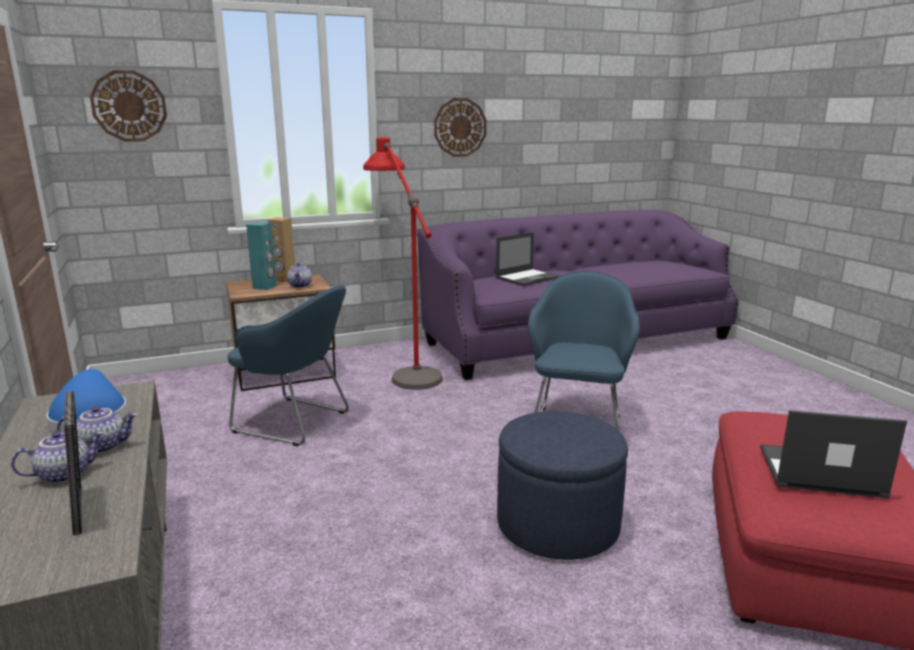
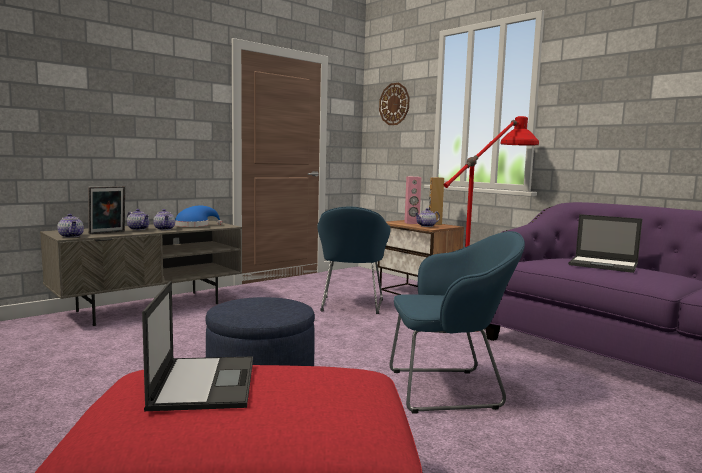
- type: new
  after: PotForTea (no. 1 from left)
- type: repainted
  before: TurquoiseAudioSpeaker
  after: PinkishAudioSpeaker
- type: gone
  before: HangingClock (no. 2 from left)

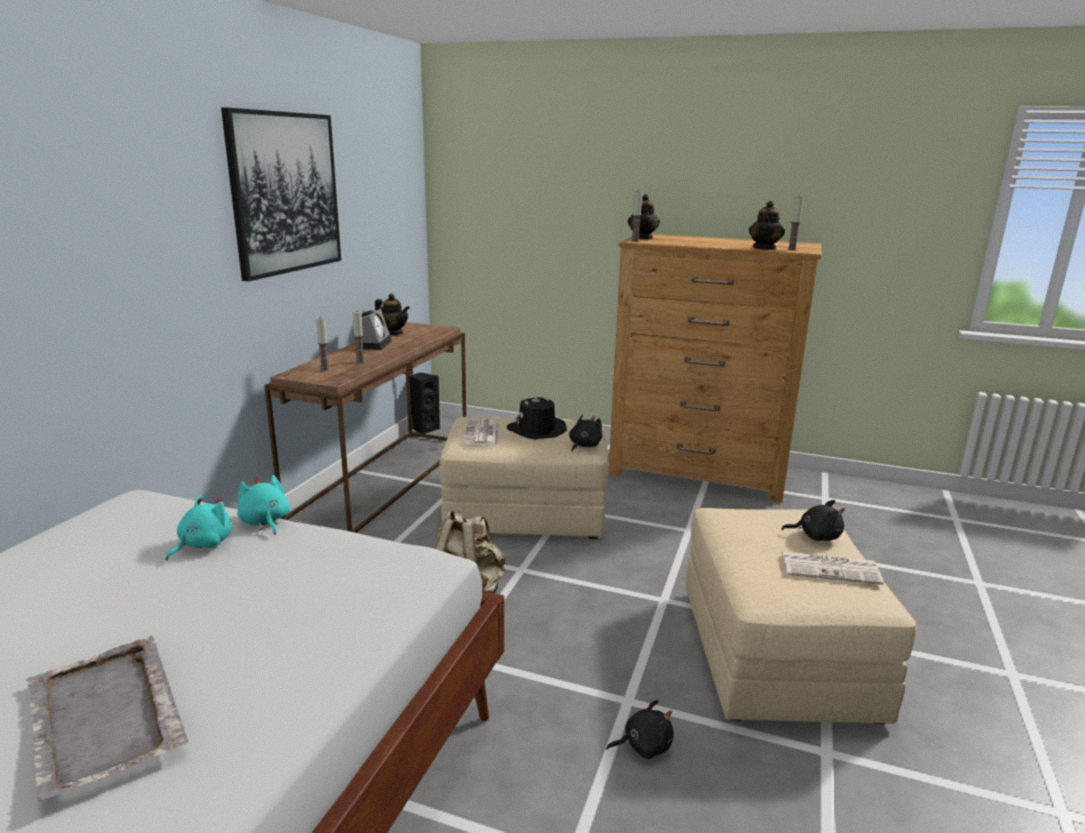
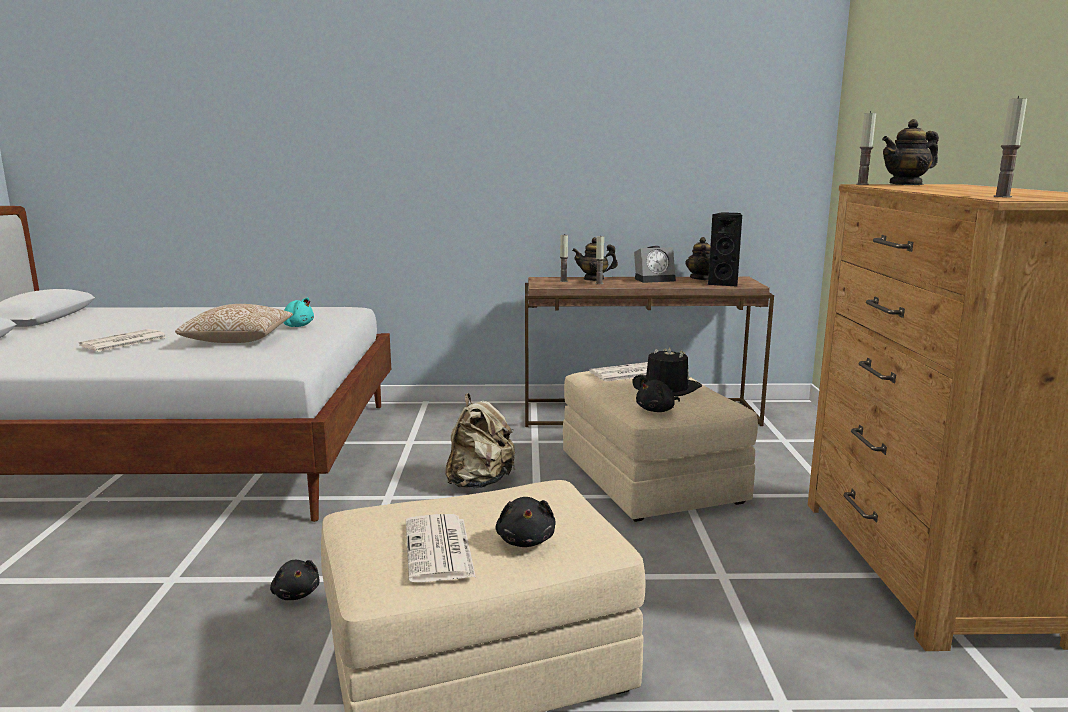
- type: swapped
  before: GreyishCarryingTray
  after: DailyPaper (no. 1 from left)
- type: new
  after: Pillow
- type: shifted
  before: PotForTea (no. 3 from left in the first image)
  after: PotForTea (no. 1 from left)
- type: rotated
  before: BlackColouredCuddlyToy (no. 1 from left in the first image)
  turn: 135
- type: shifted
  before: BlackColouredAudioSpeaker
- type: gone
  before: WallArt
- type: gone
  before: TurquoiseCuddlyToy (no. 2 from left)

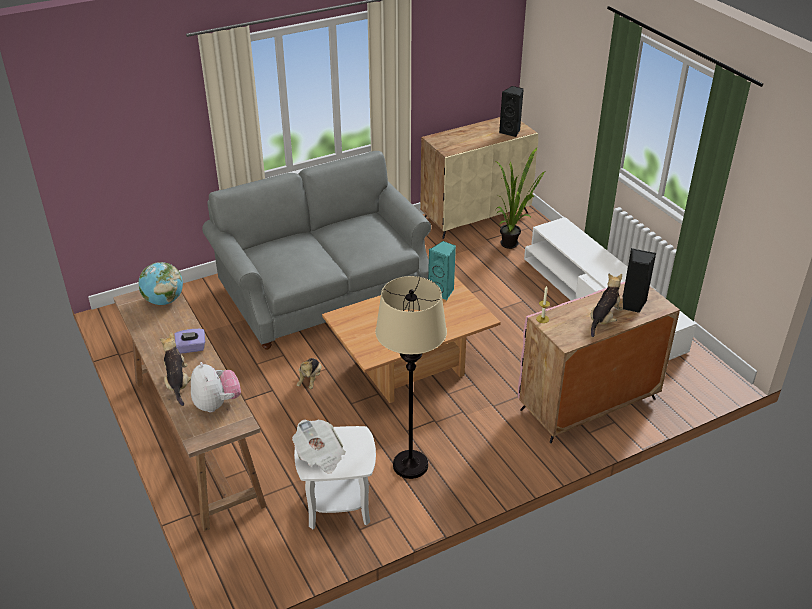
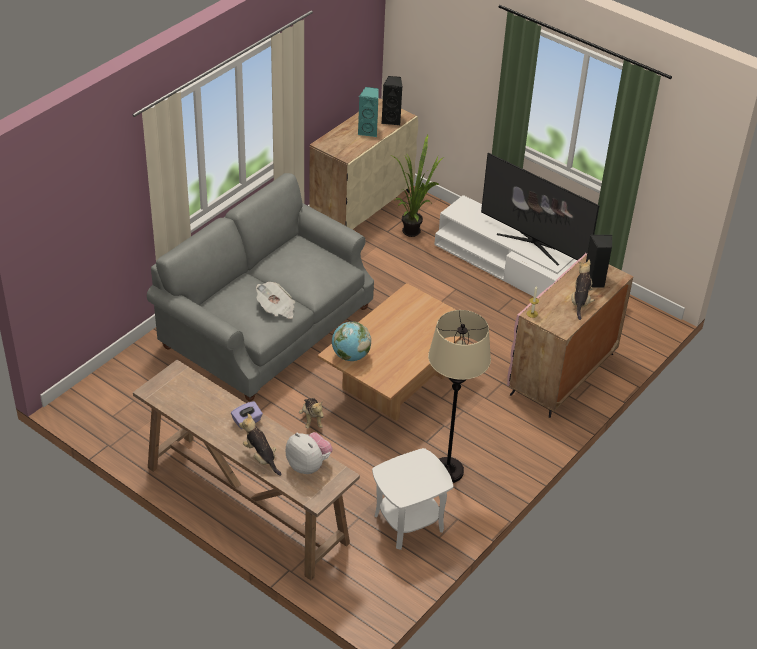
- type: shifted
  before: DailyPaper
- type: shifted
  before: Globe
- type: shifted
  before: TurquoiseAudioSpeaker
- type: new
  after: TvSet

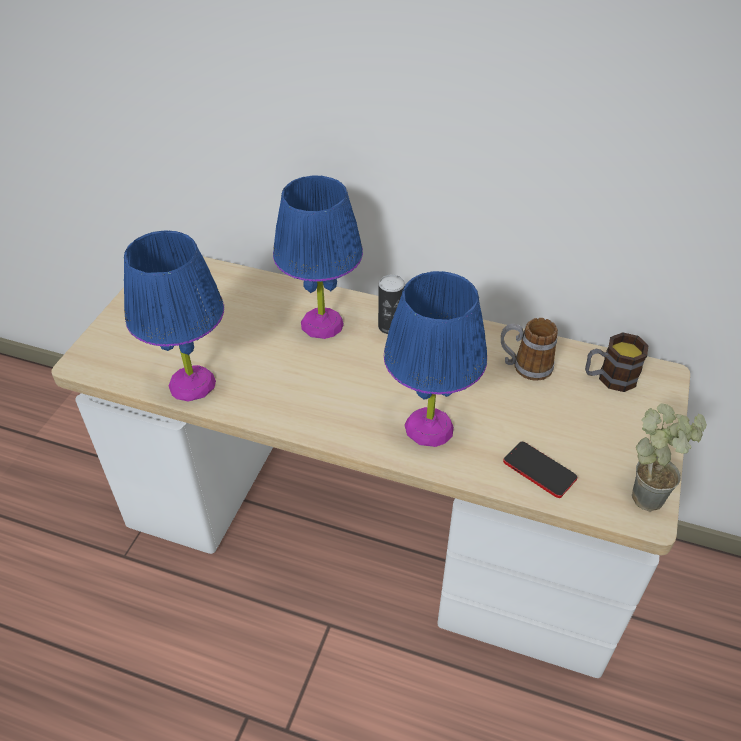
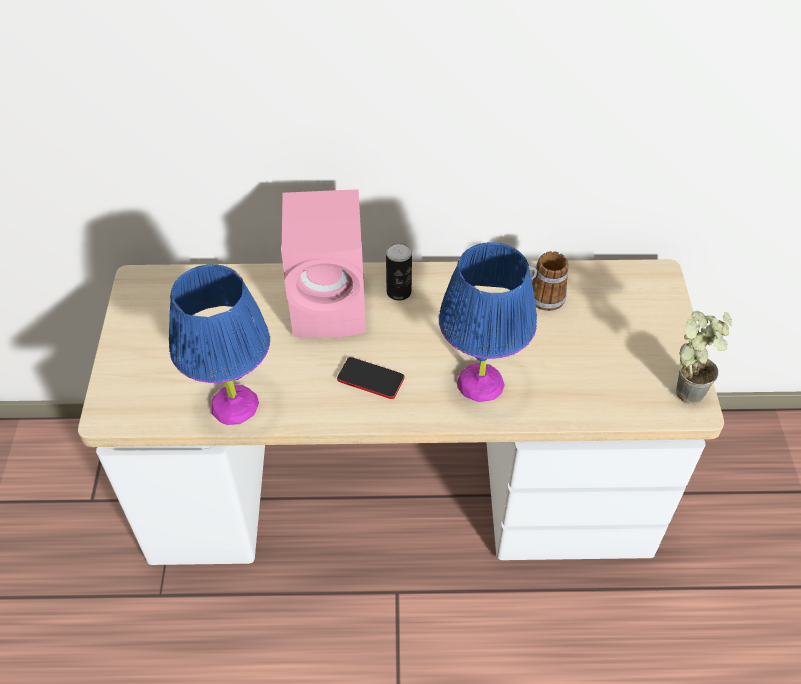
- type: swapped
  before: BlueTableLamp (no. 2 from left)
  after: PinkishAudioSpeaker
- type: shifted
  before: Telephone
- type: gone
  before: TeaMug (no. 2 from left)

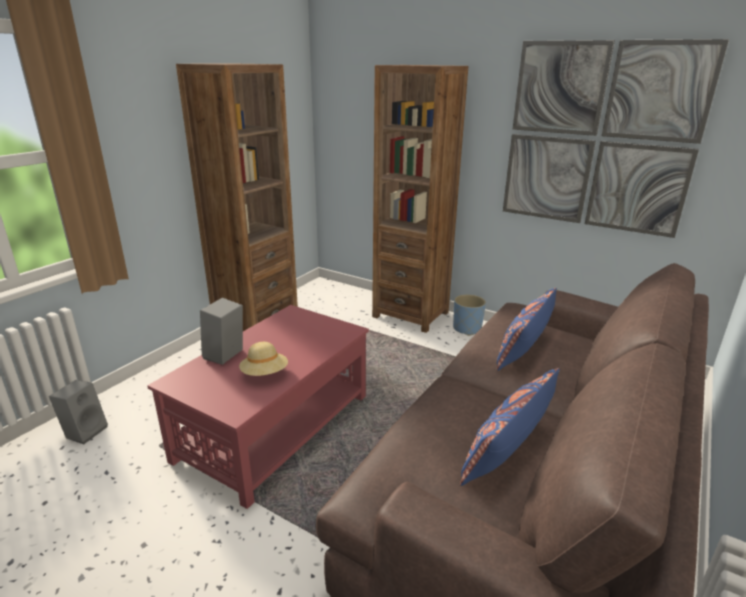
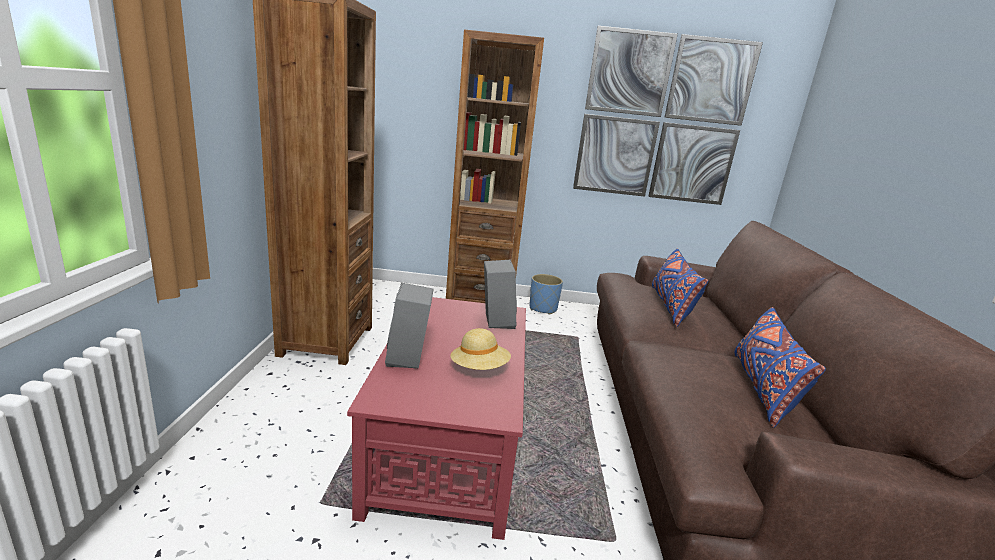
- type: shifted
  before: GreyishAudioSpeaker (no. 1 from left in the first image)
  after: GreyishAudioSpeaker (no. 2 from left)

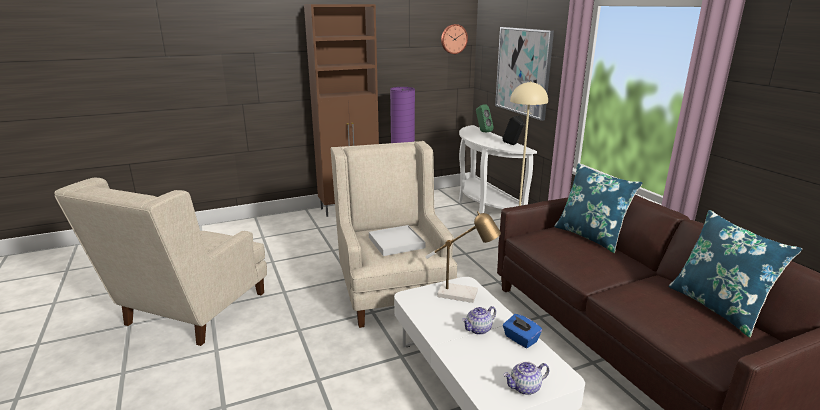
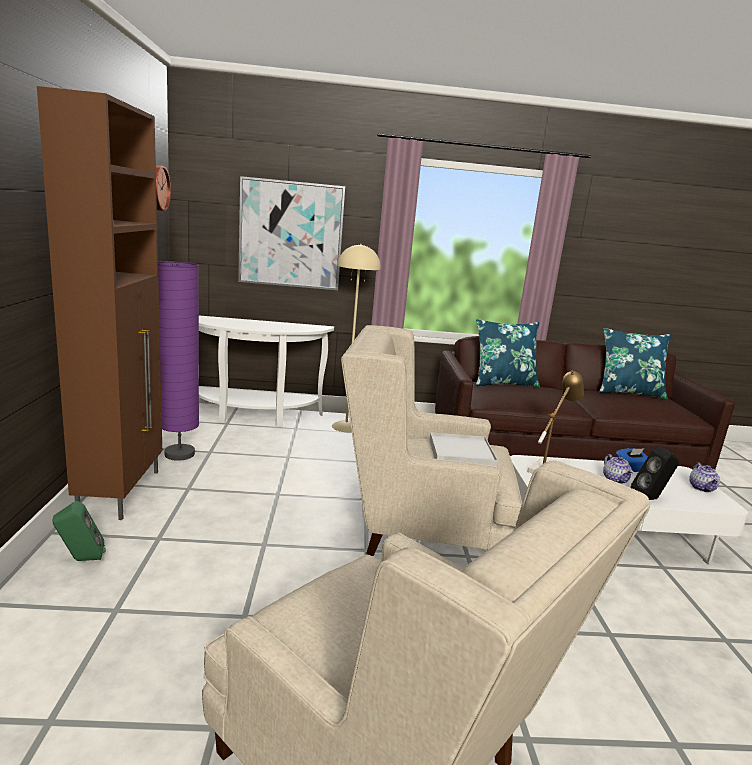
- type: shifted
  before: GreenColouredAudioSpeaker
- type: shifted
  before: BlackColouredAudioSpeaker

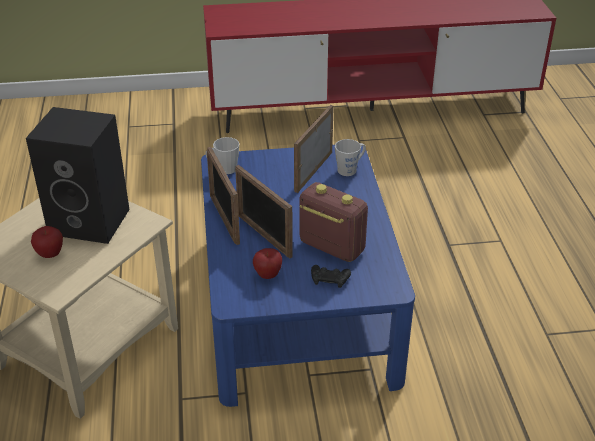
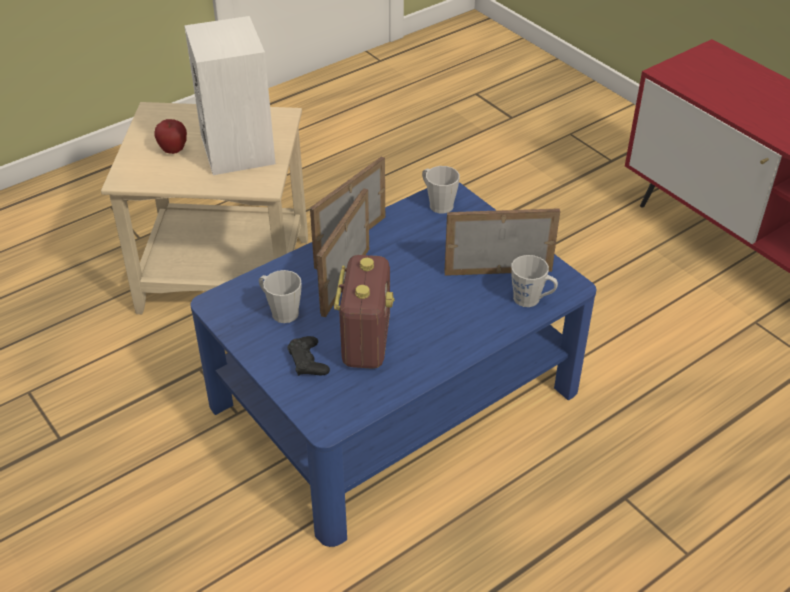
- type: repainted
  before: BlackColouredAudioSpeaker
  after: WhitishAudioSpeaker
- type: swapped
  before: AppleFruit (no. 2 from left)
  after: GreyishTeaMug (no. 1 from left)

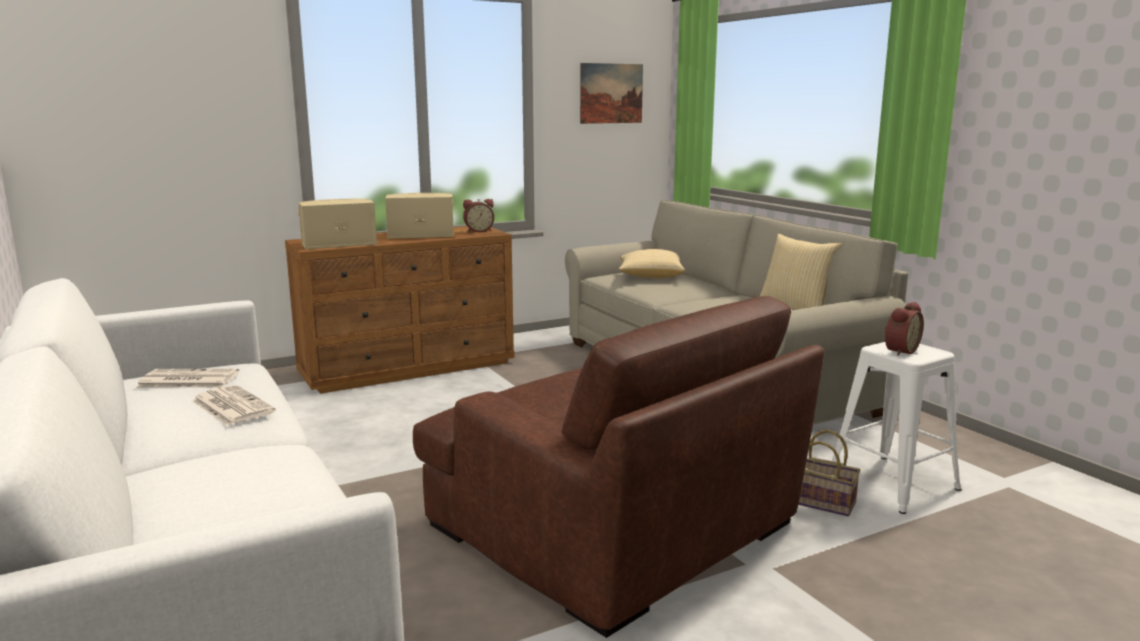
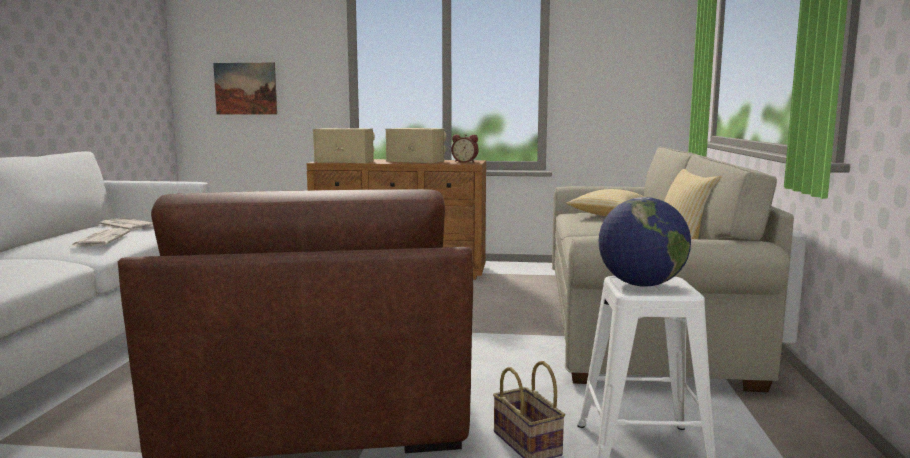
- type: shifted
  before: WallArt
- type: swapped
  before: TableClock (no. 2 from left)
  after: Globe

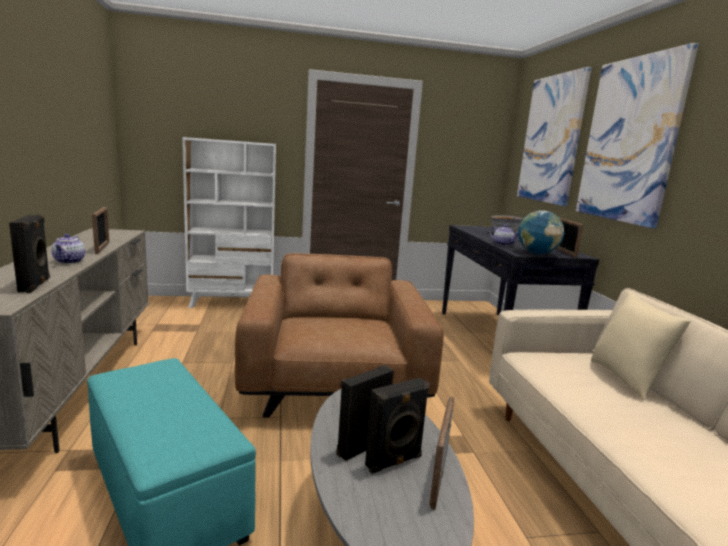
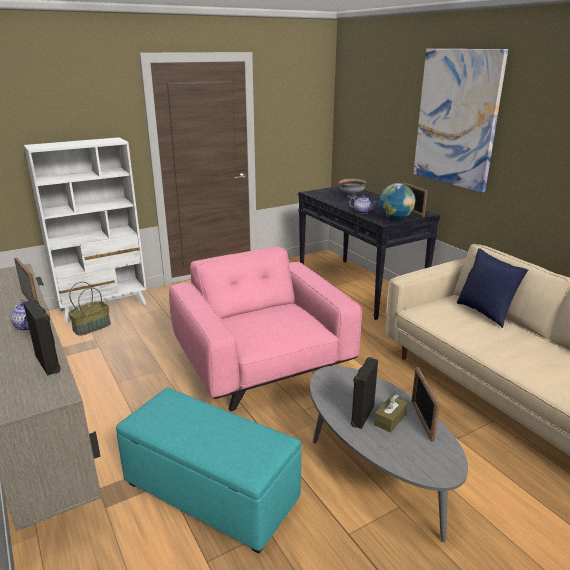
- type: new
  after: HouseholdBasket
- type: repainted
  before: BrownArmchair
  after: PinkishArmchair
- type: swapped
  before: BlackColouredAudioSpeaker (no. 3 from left)
  after: BrownBoxOfTissues
- type: repainted
  before: BeigeColouredPillow
  after: BluePillow
- type: gone
  before: WallArt (no. 1 from left)

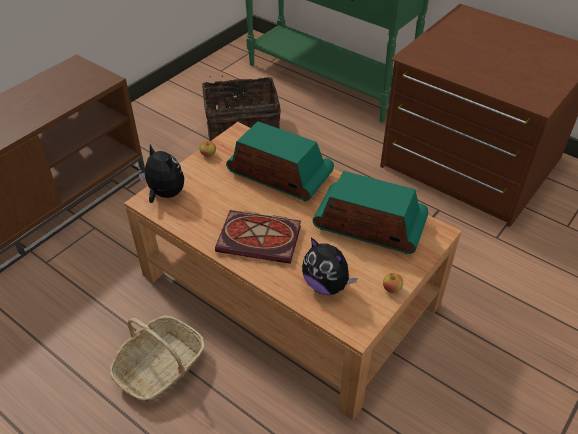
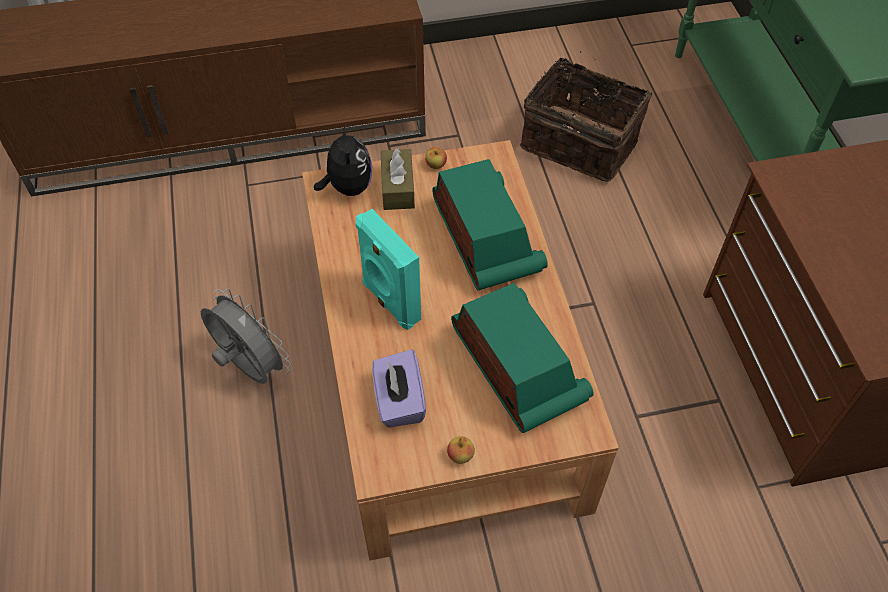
- type: swapped
  before: HouseholdBasket (no. 1 from left)
  after: GreyishElectricFan
- type: swapped
  before: Book
  after: TurquoiseAudioSpeaker
- type: swapped
  before: CuddlyToy (no. 2 from left)
  after: PurpleBoxOfTissues
- type: new
  after: BrownBoxOfTissues

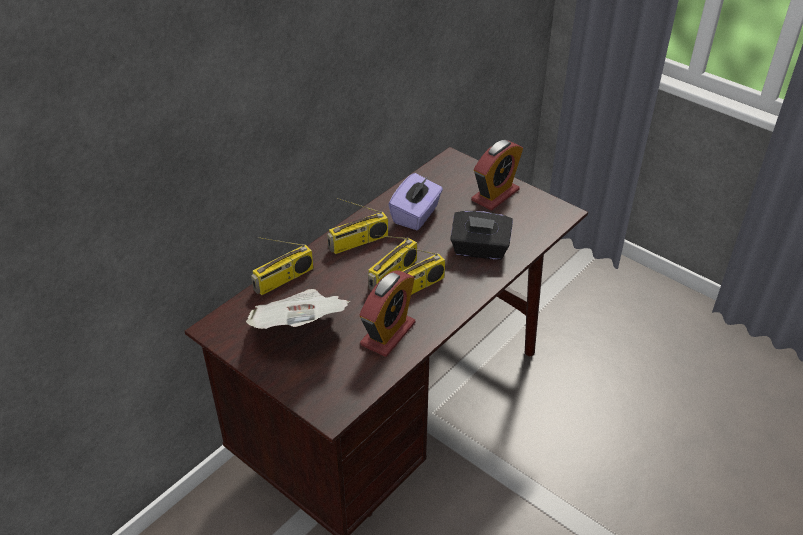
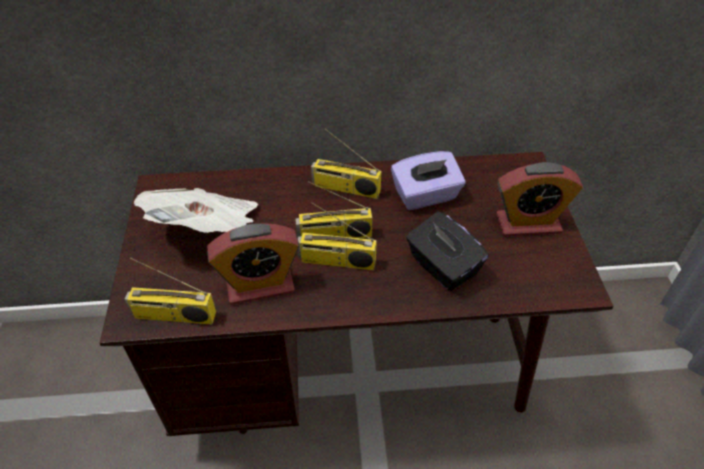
- type: shifted
  before: Radio (no. 1 from left)

